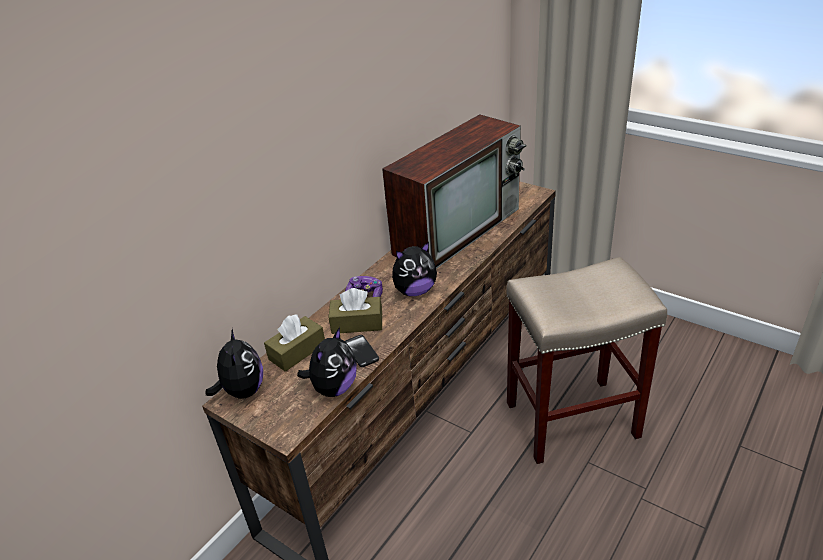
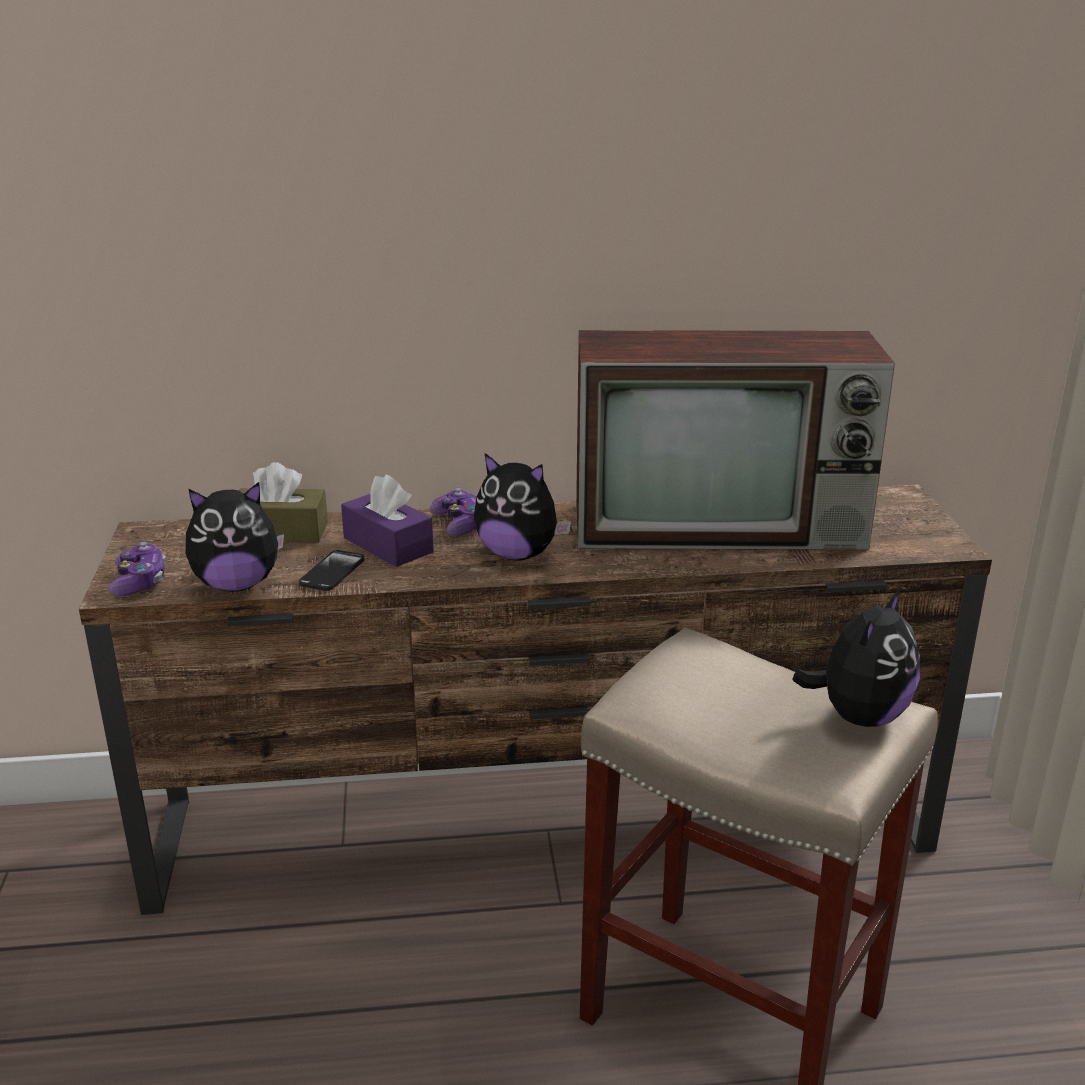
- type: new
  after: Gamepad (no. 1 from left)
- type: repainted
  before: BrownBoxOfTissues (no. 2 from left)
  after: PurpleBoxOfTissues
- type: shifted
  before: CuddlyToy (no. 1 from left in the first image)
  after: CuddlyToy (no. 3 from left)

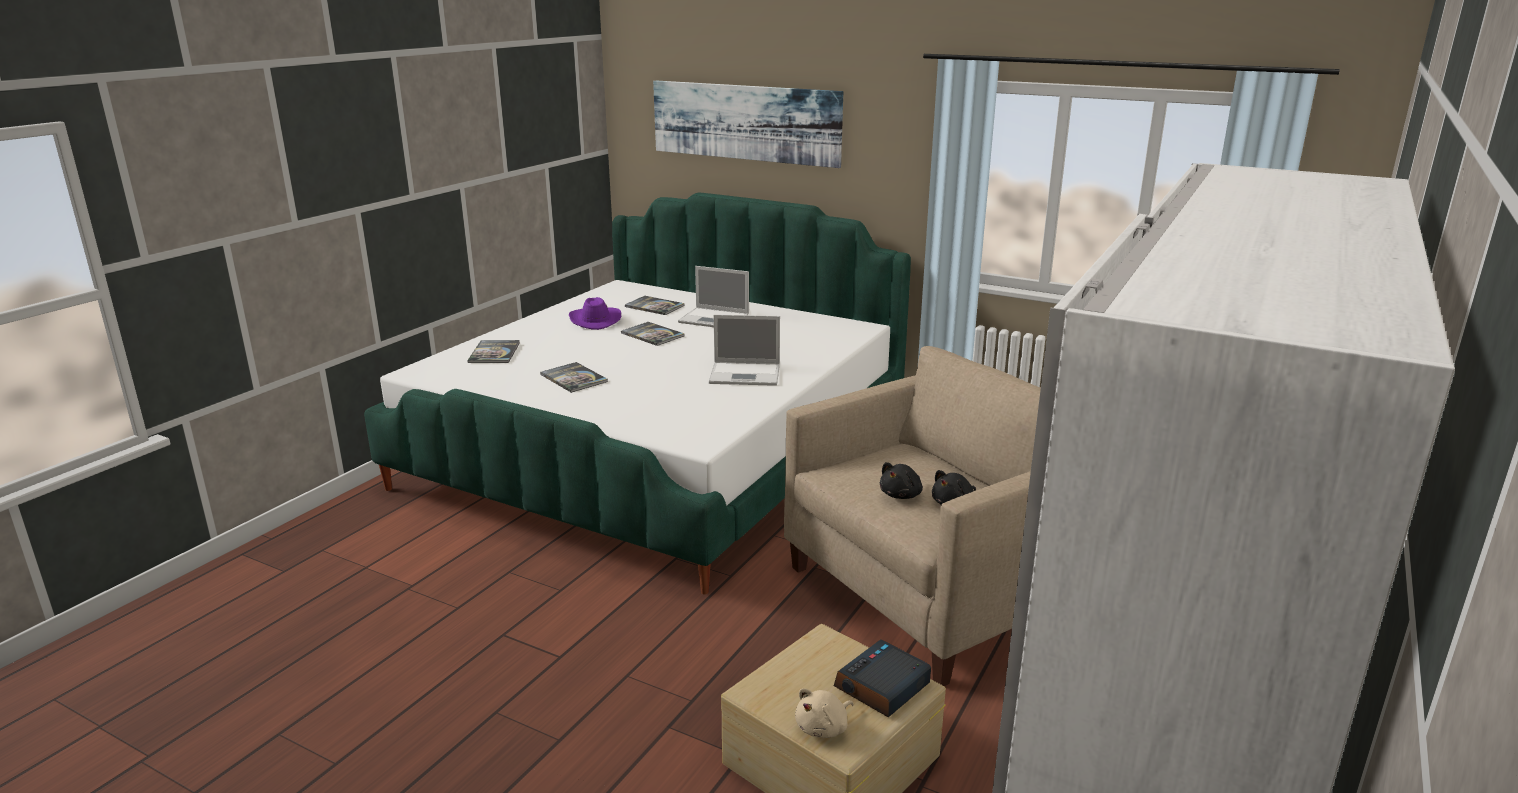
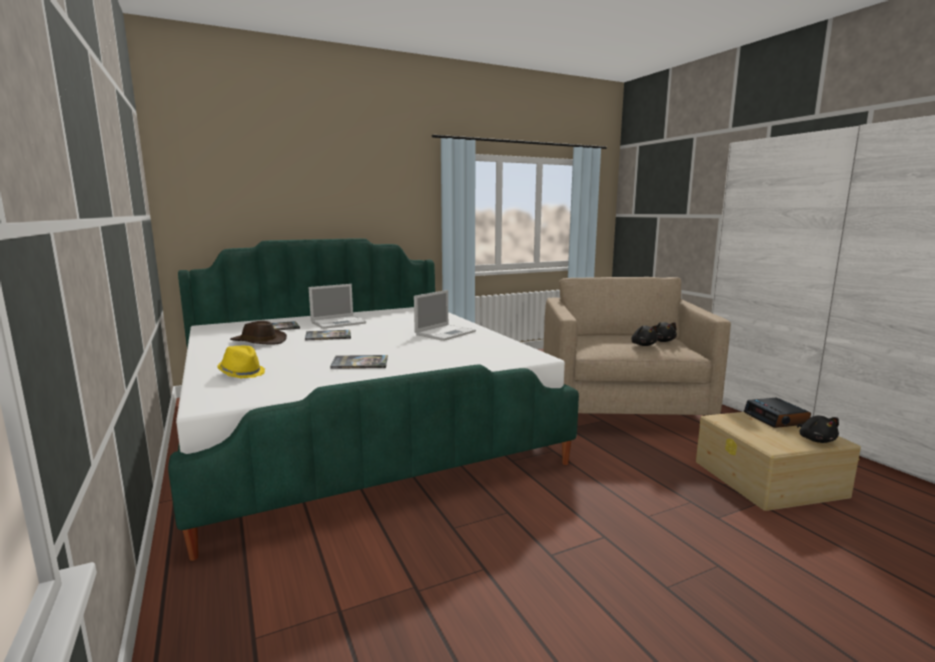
- type: swapped
  before: Book (no. 1 from left)
  after: YellowishClothingHat
- type: repainted
  before: PurpleClothingHat
  after: BrownClothingHat
- type: repainted
  before: BeigeColouredCuddlyToy
  after: BlackColouredCuddlyToy (no. 3 from left)
- type: gone
  before: WallArt

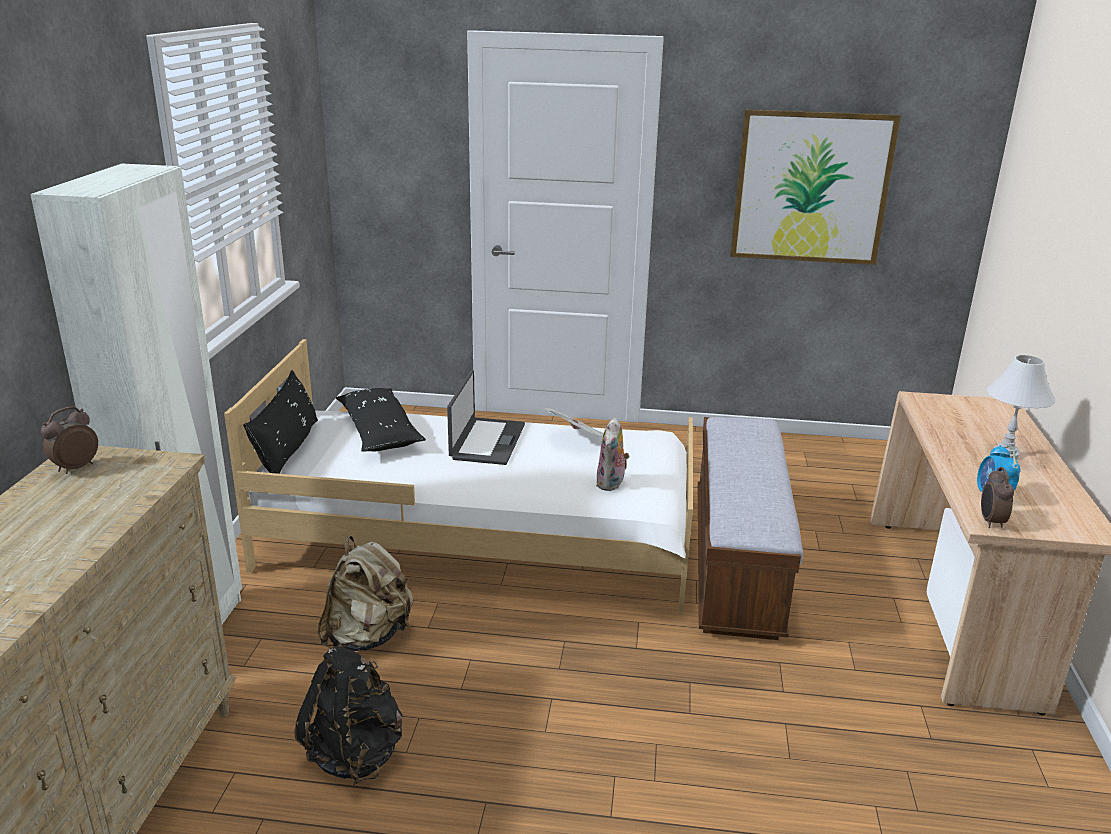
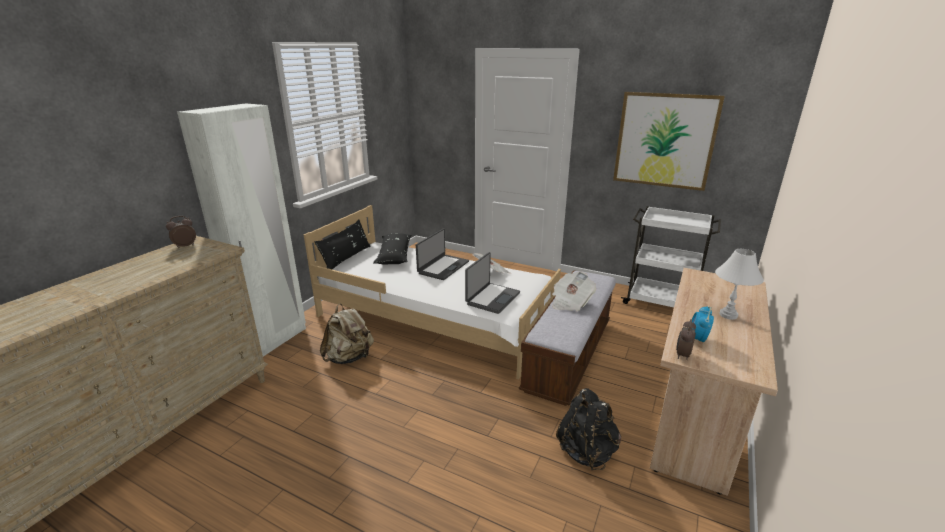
- type: swapped
  before: CuddlyToy
  after: PortableComputer (no. 2 from left)
- type: new
  after: DailyPaper (no. 2 from left)
- type: shifted
  before: BlackColouredRucksack
- type: new
  after: WhitishTrolley

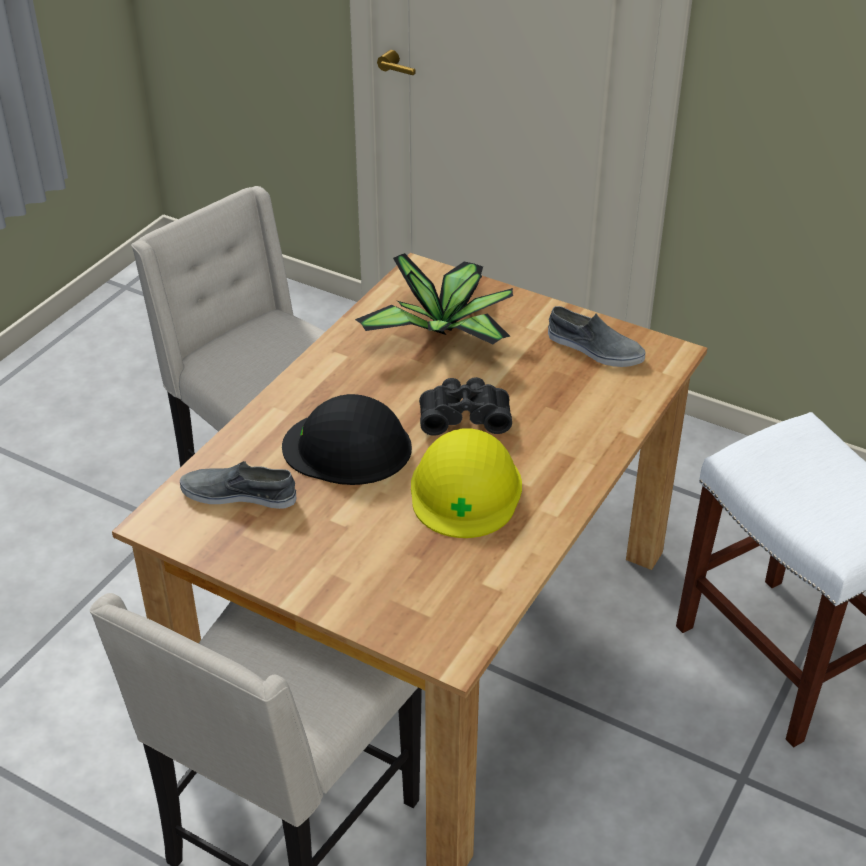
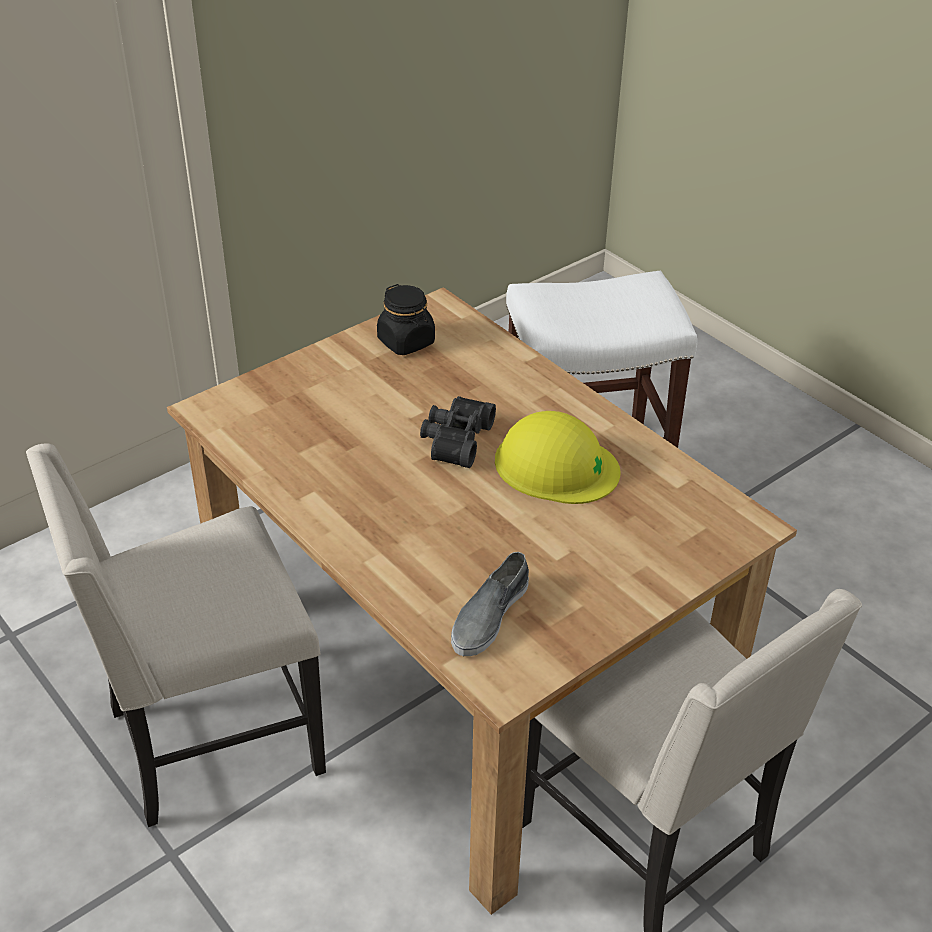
- type: swapped
  before: GreyishShoe (no. 2 from left)
  after: BlackColouredJar
- type: gone
  before: BlackColouredSafetyHelmet
- type: gone
  before: PottedPlant

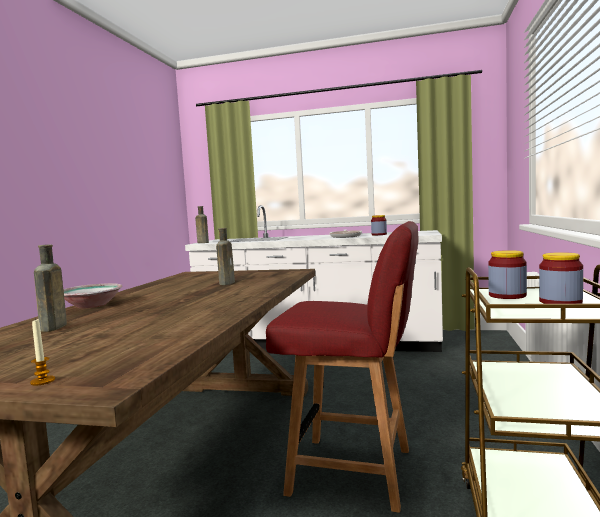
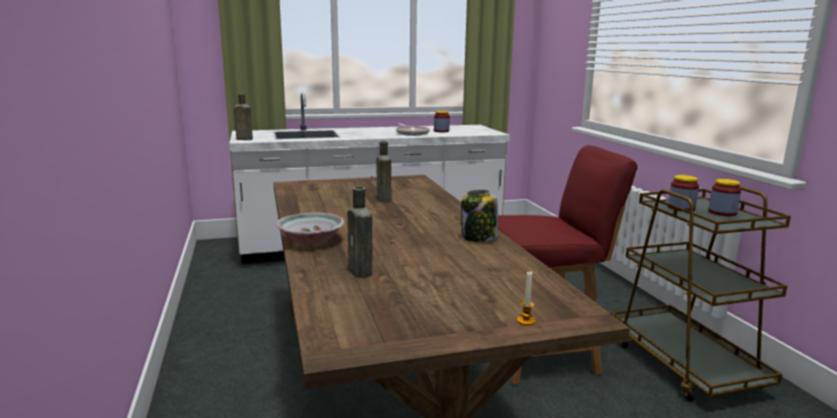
- type: new
  after: Jar (no. 2 from left)

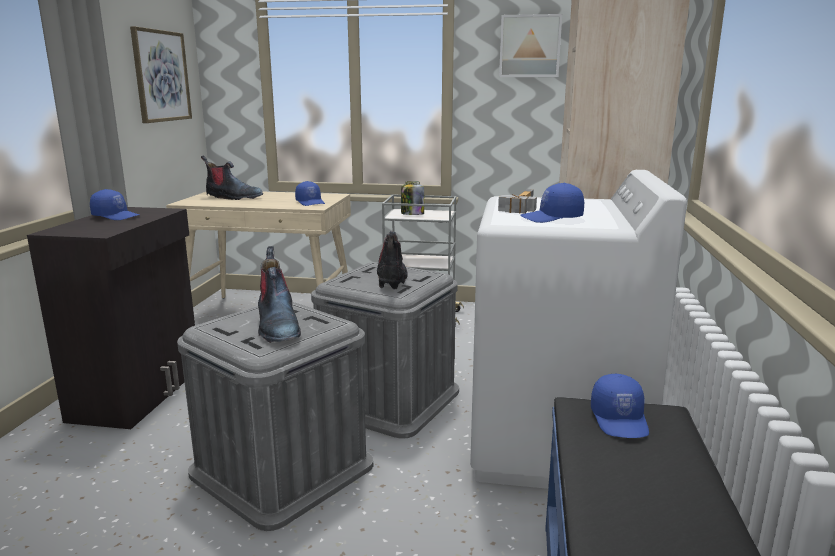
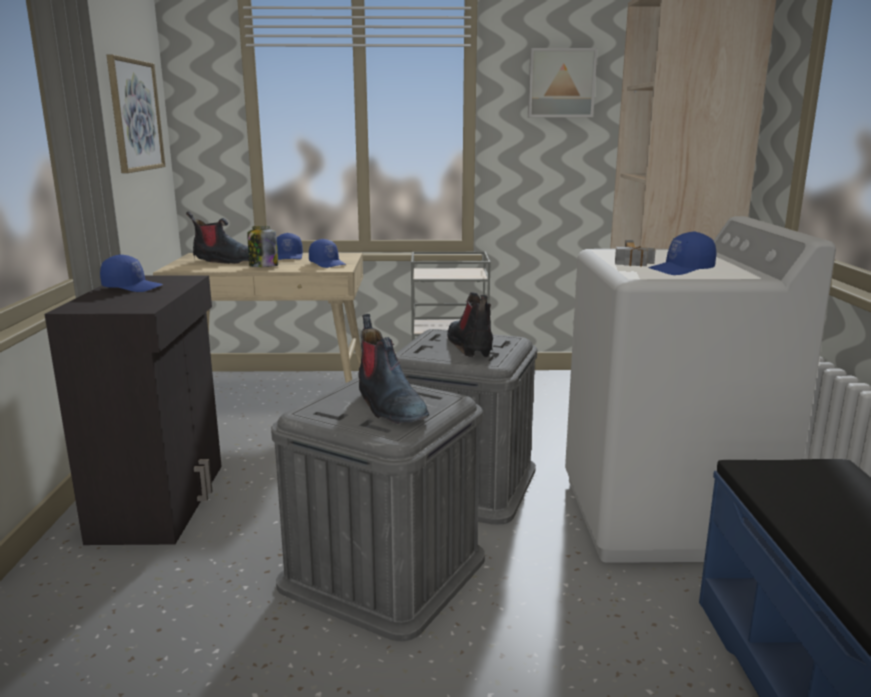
- type: shifted
  before: Jar
- type: shifted
  before: BluePeakedCap (no. 4 from left in the first image)
  after: BluePeakedCap (no. 2 from left)

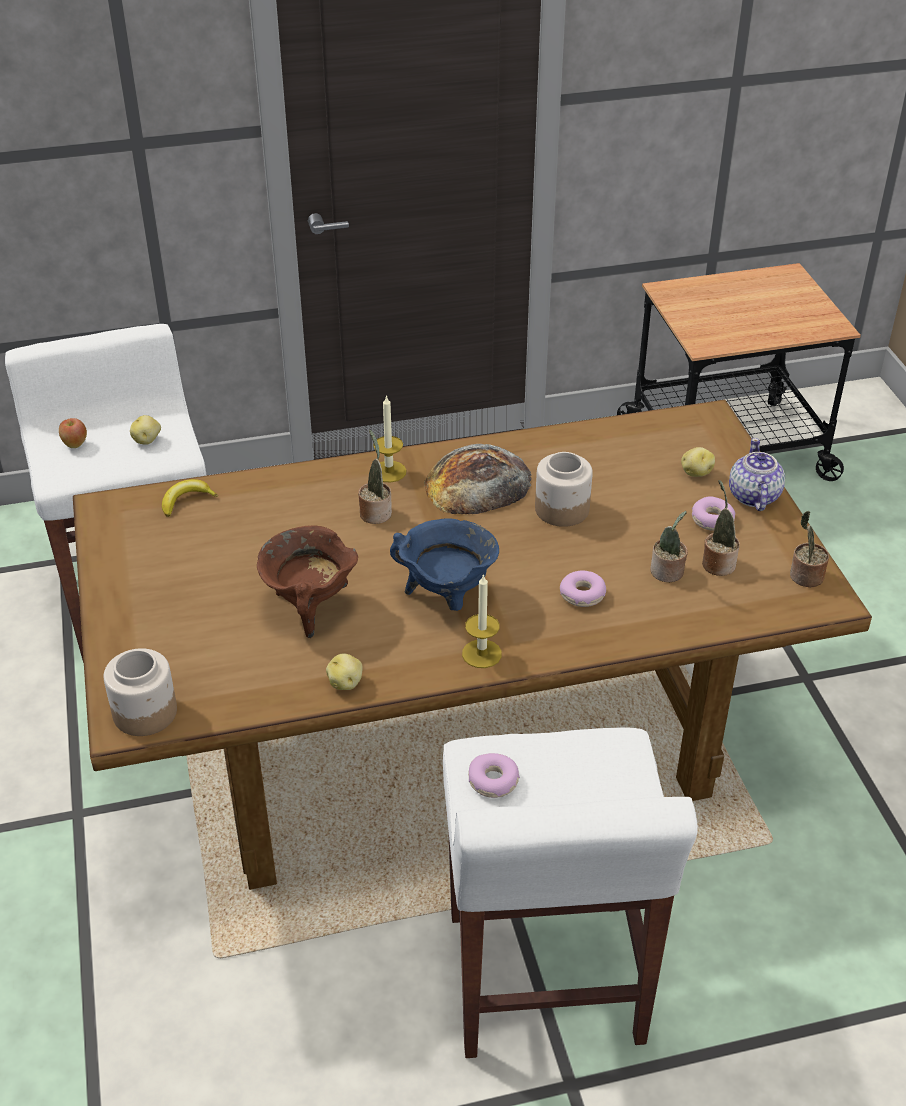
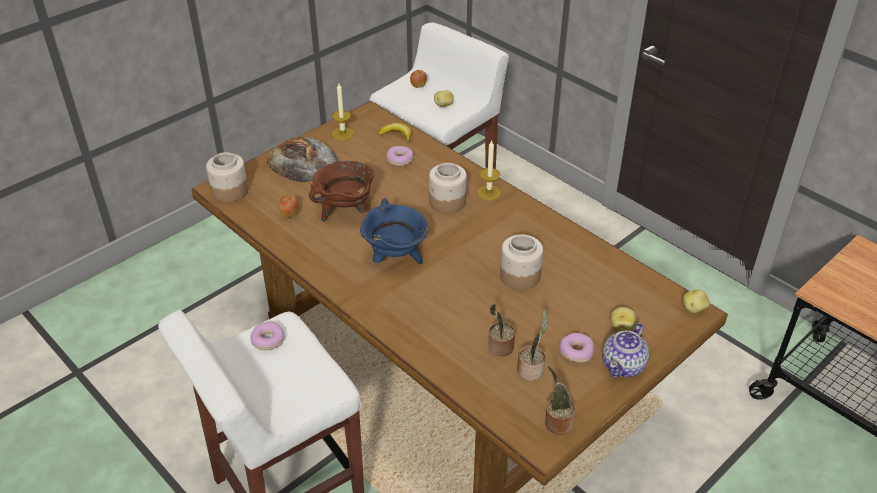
- type: shifted
  before: Bread
- type: new
  after: AppleFruit (no. 1 from left)
- type: shifted
  before: WaxLight (no. 2 from left in the first image)
  after: WaxLight (no. 1 from left)
- type: shifted
  before: Donut (no. 2 from left)
- type: swapped
  before: PottedPlant (no. 1 from left)
  after: Jar (no. 2 from left)
- type: rotated
  before: PotForTea
  turn: 150
- type: shifted
  before: Potato (no. 2 from left in the first image)
  after: Potato (no. 3 from left)

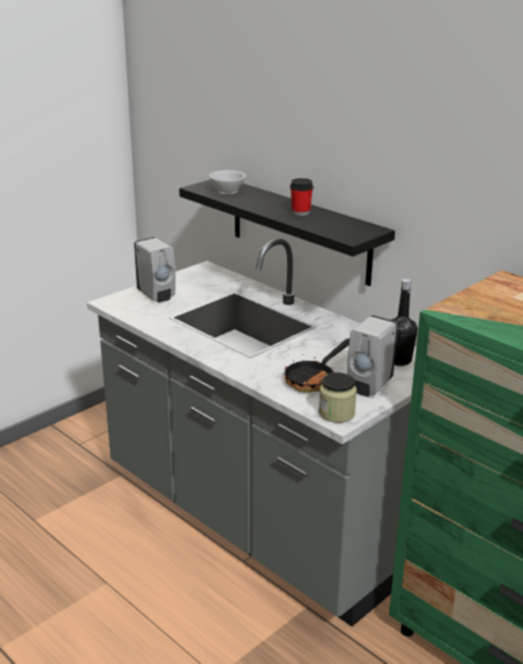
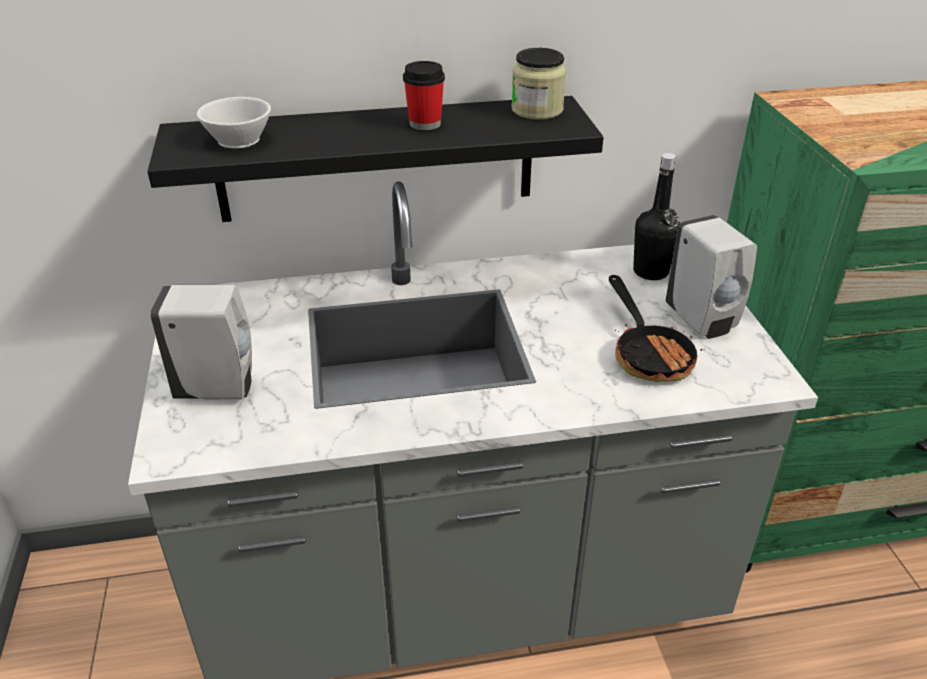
- type: shifted
  before: Jar

